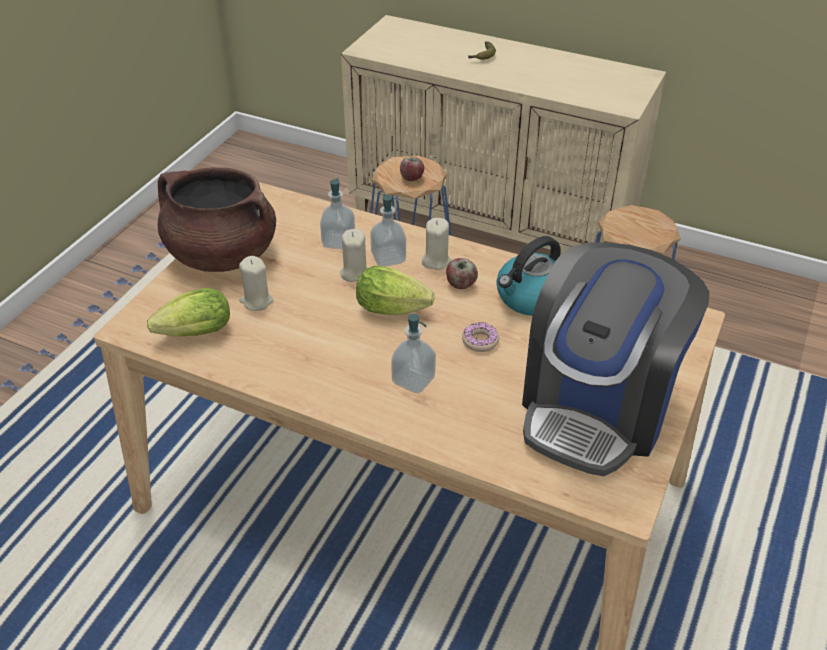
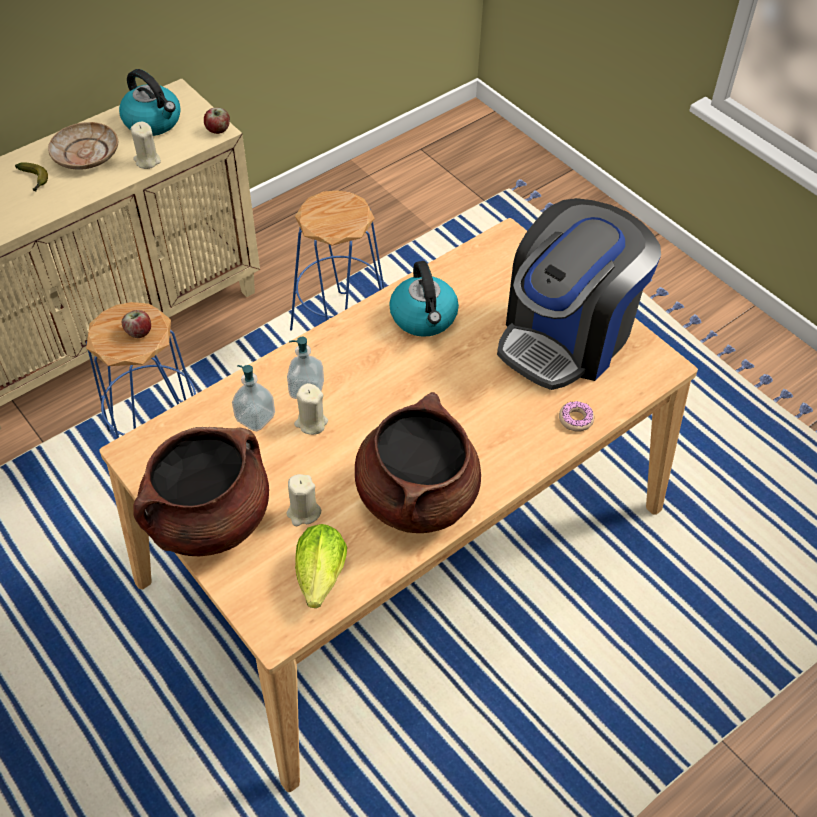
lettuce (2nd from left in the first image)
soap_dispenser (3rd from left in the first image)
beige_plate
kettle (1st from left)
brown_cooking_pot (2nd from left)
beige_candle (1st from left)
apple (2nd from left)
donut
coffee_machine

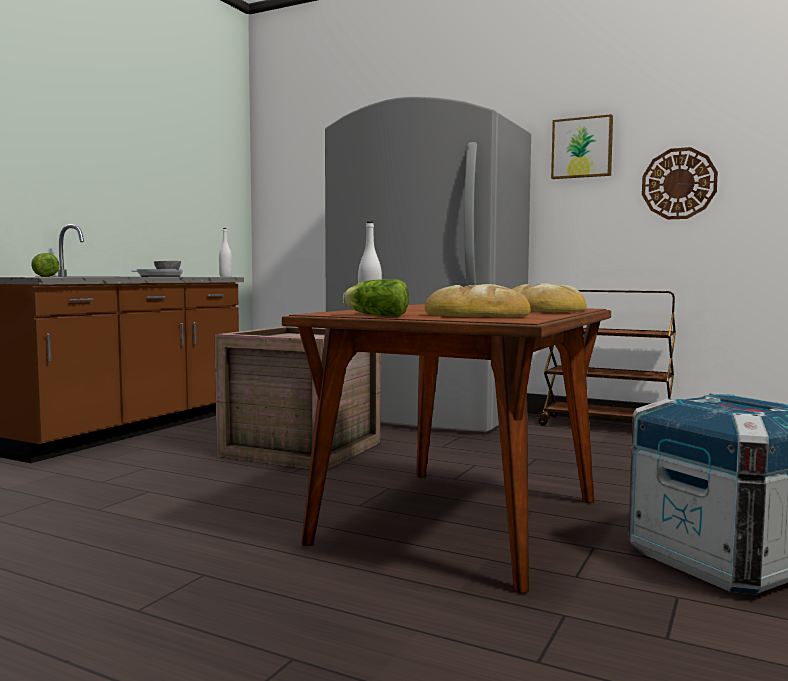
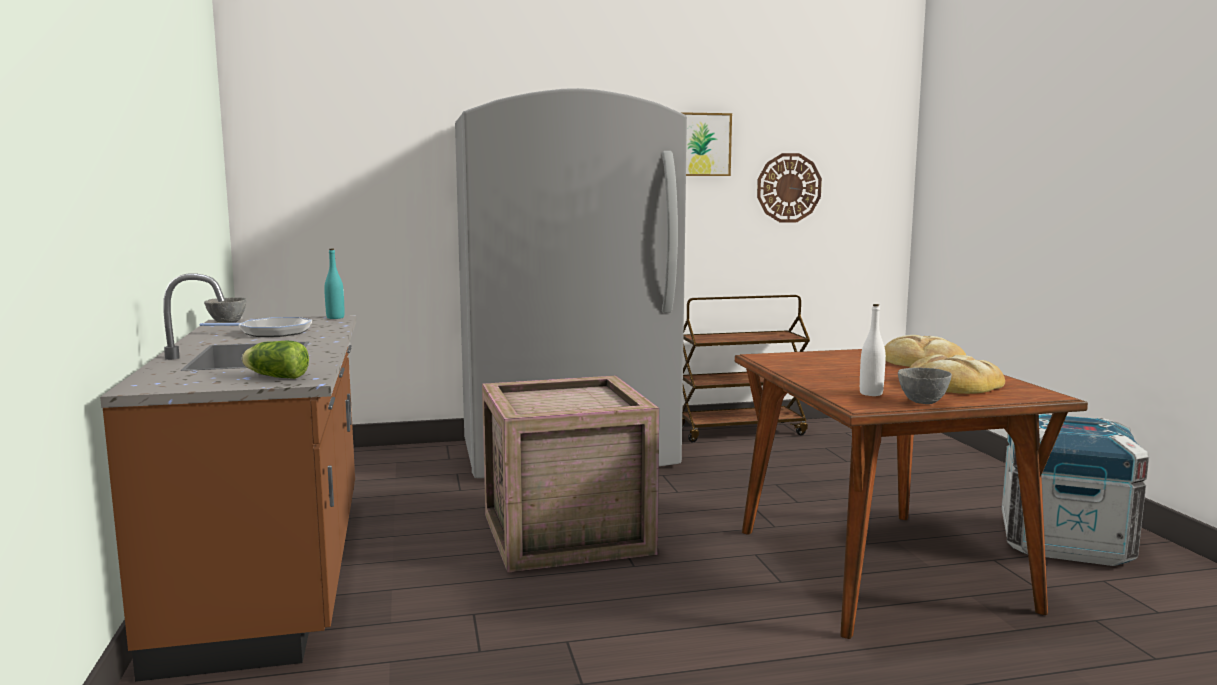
grey_bowl (2nd from left)
turquoise_bottle

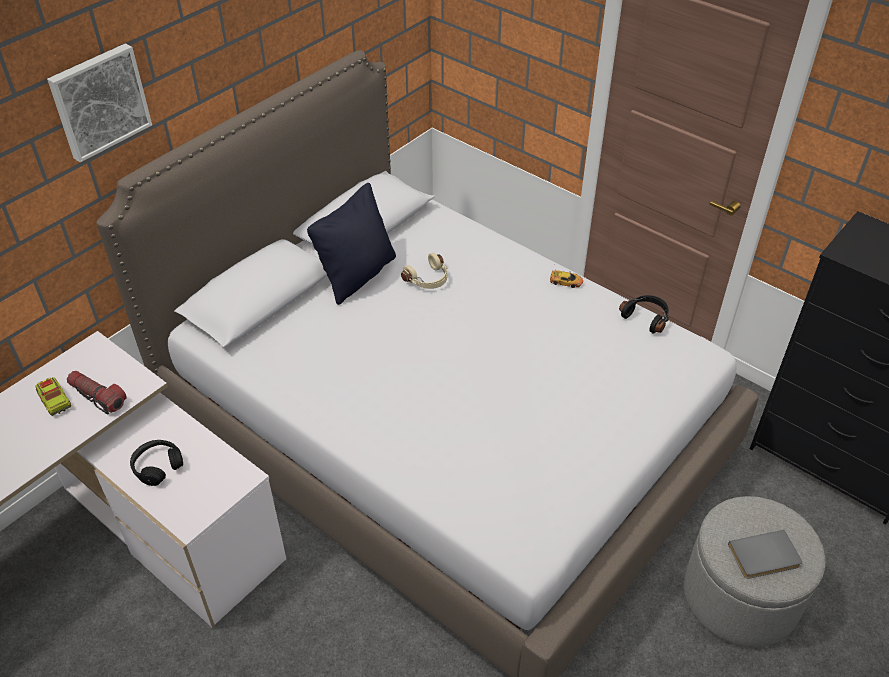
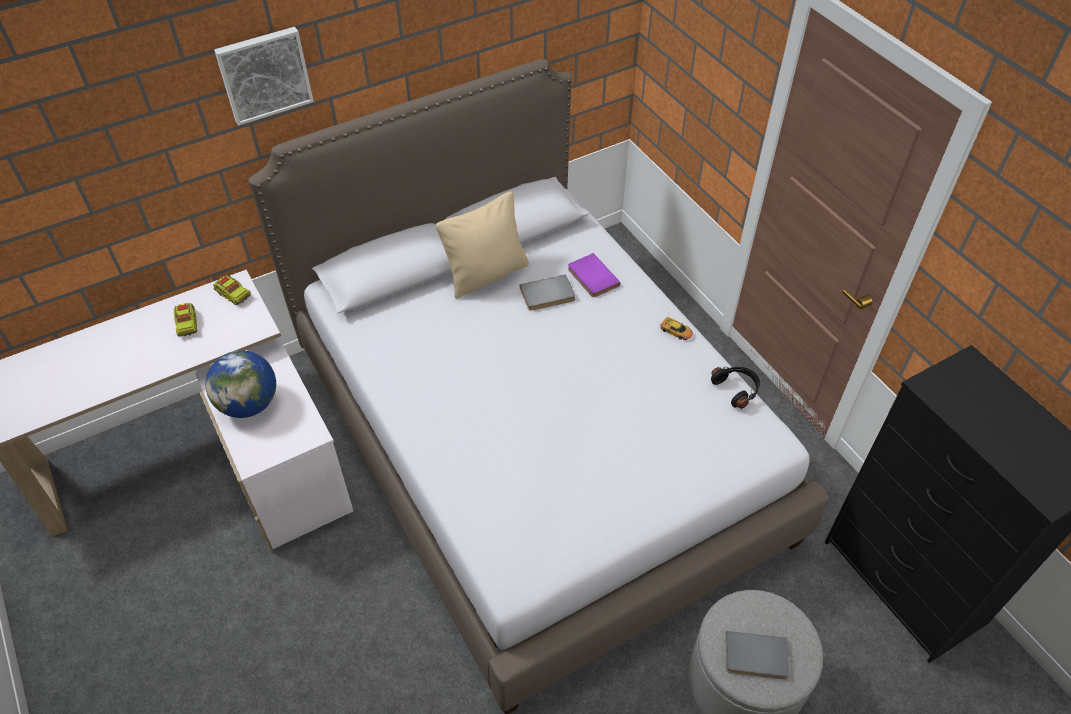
flashlight
toy_truck (2nd from left)
purple_book
globe
grey_book (1st from left)
beige_pillow

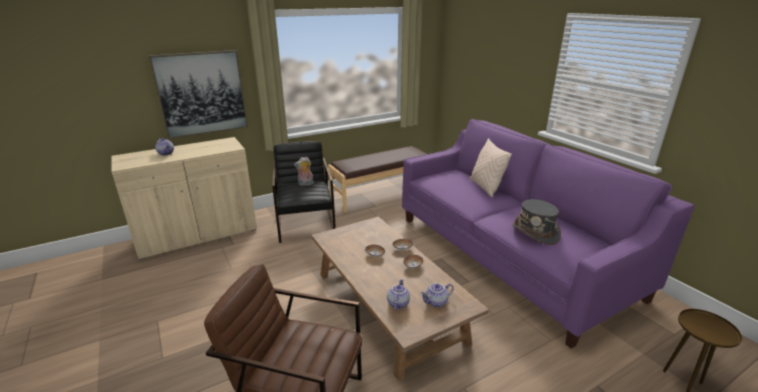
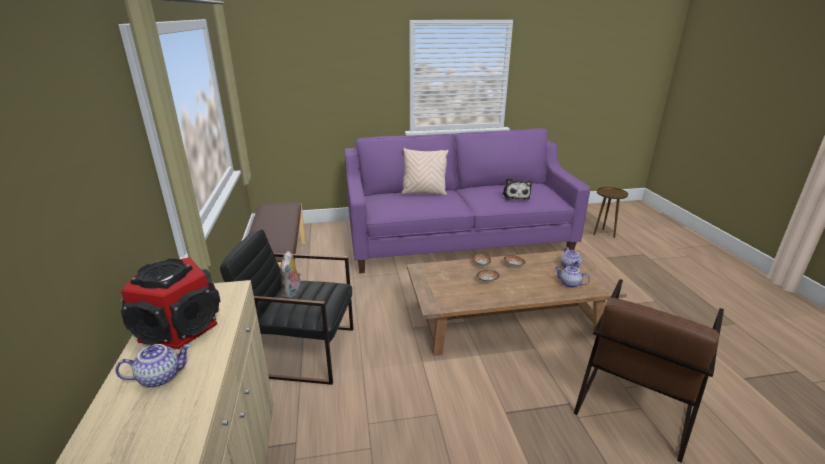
picture
speaker
plush_toy (2nd from left)

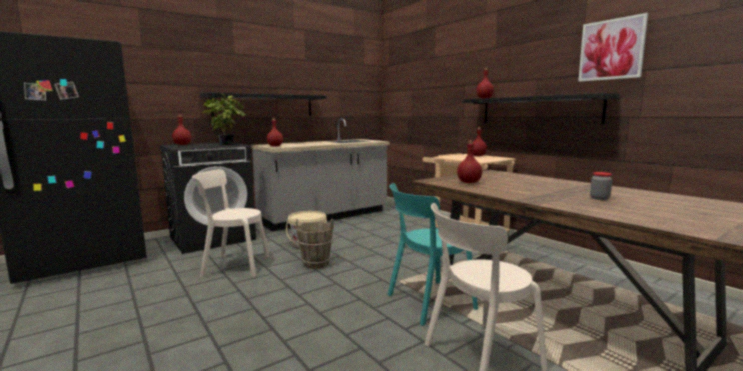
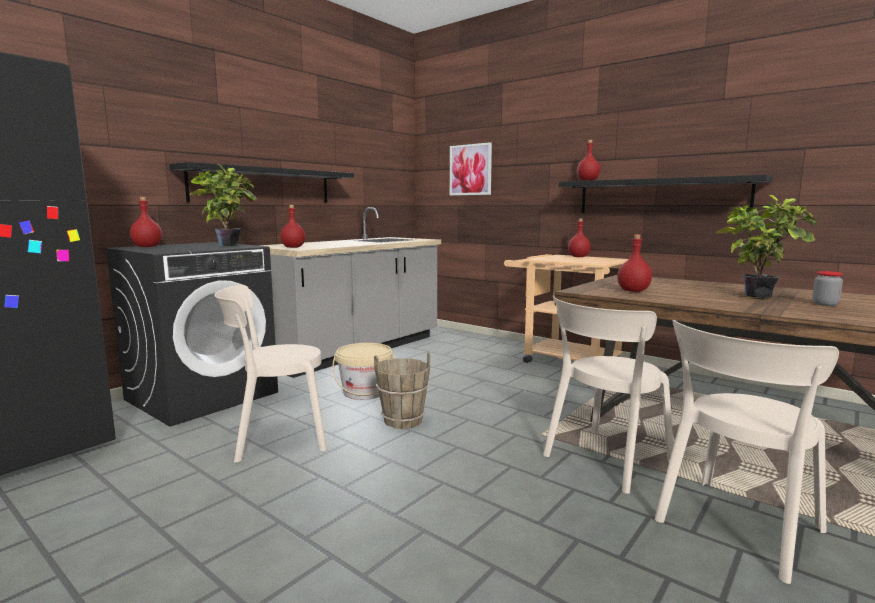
potted_plant (2nd from left)
picture
beige_chair (2nd from left)

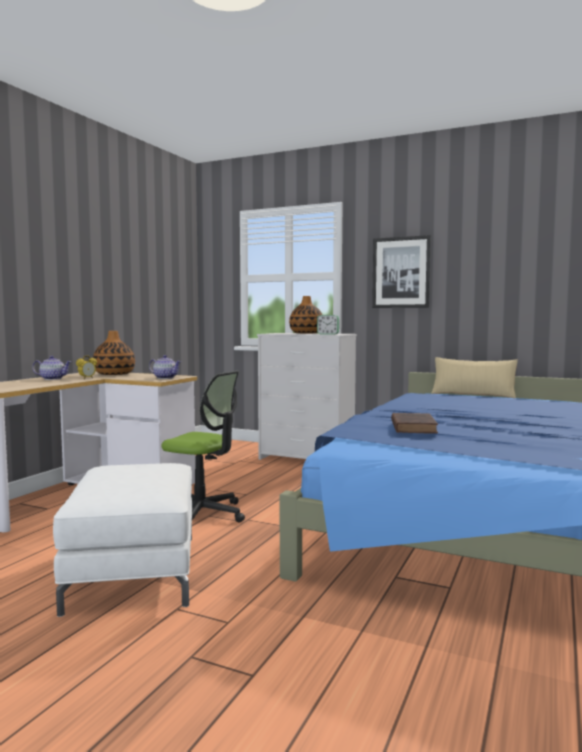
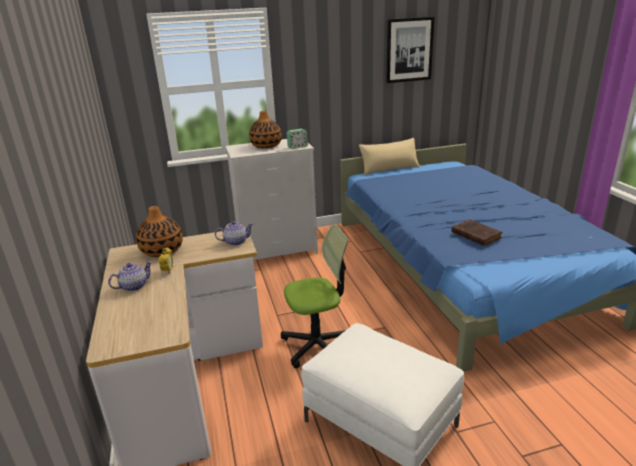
picture

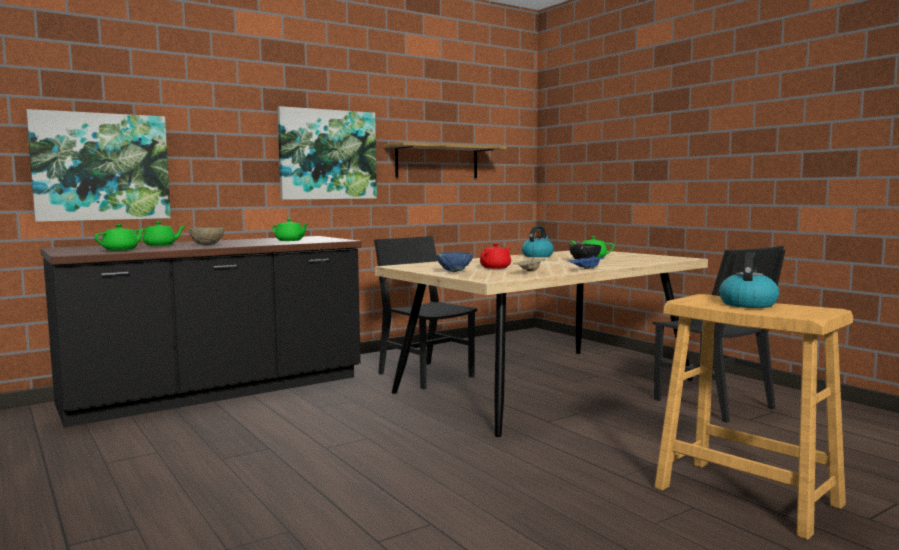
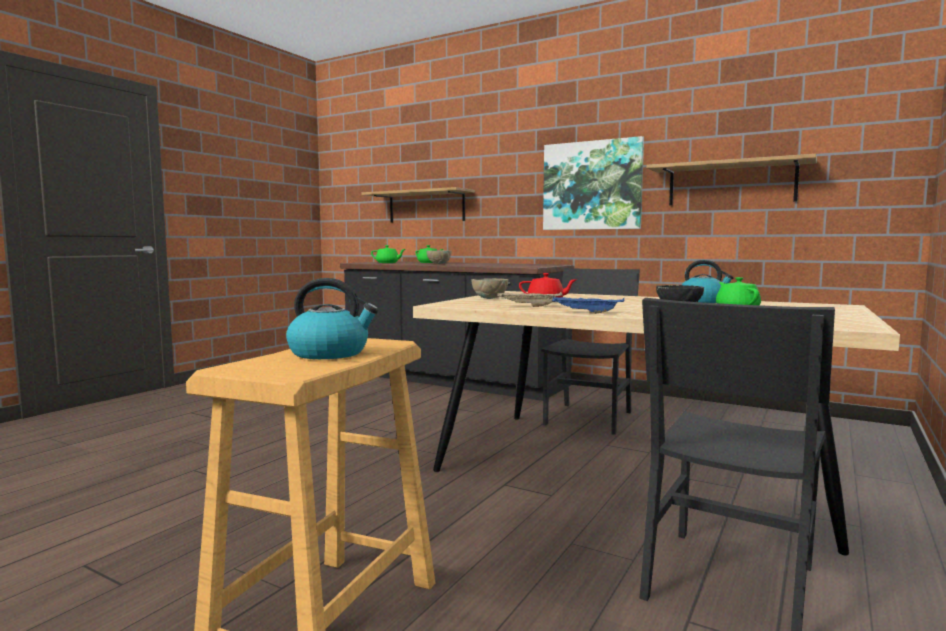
green_teapot (3rd from left in the first image)
shelf (1st from left)
beige_bowl (2nd from left)

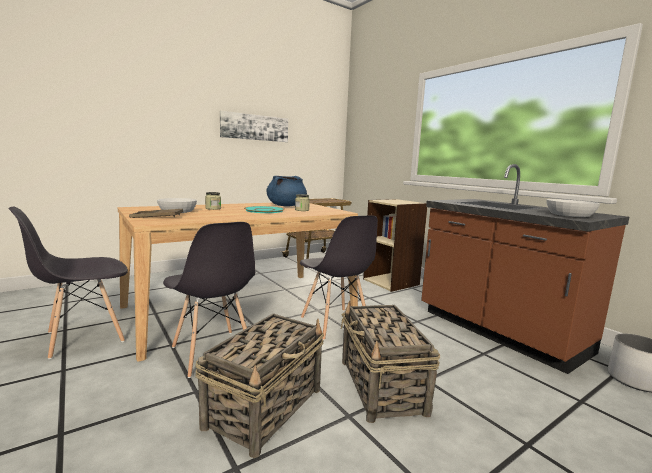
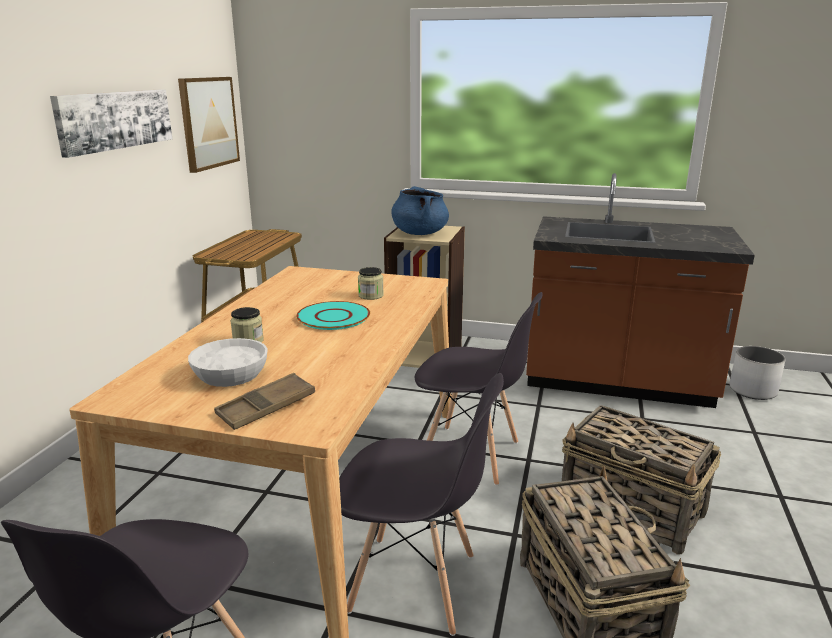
white_bowl (2nd from left in the first image)
picture (2nd from left)
blue_cooking_pot

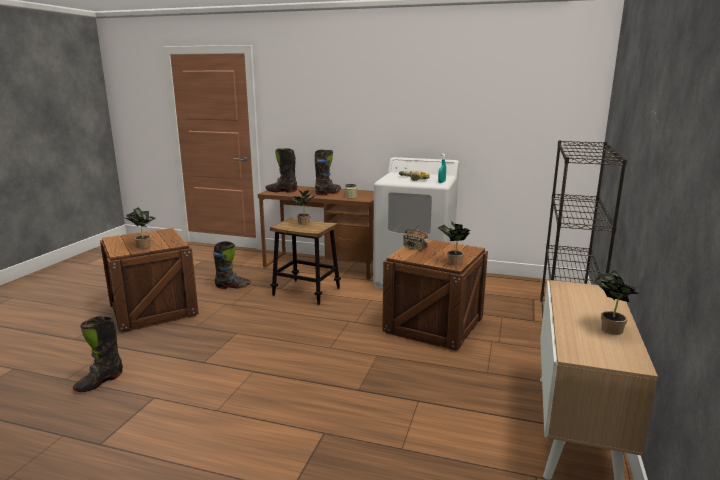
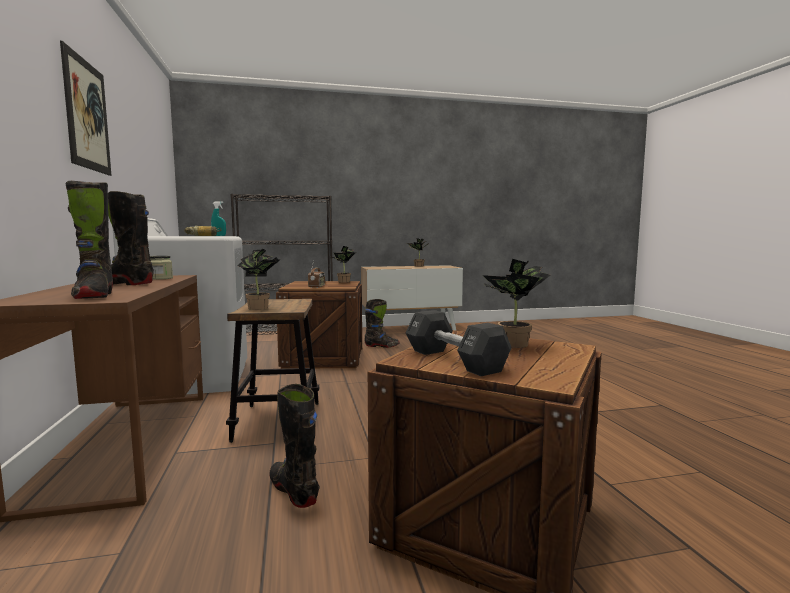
picture
black_dumbbell
black_boot (4th from left)

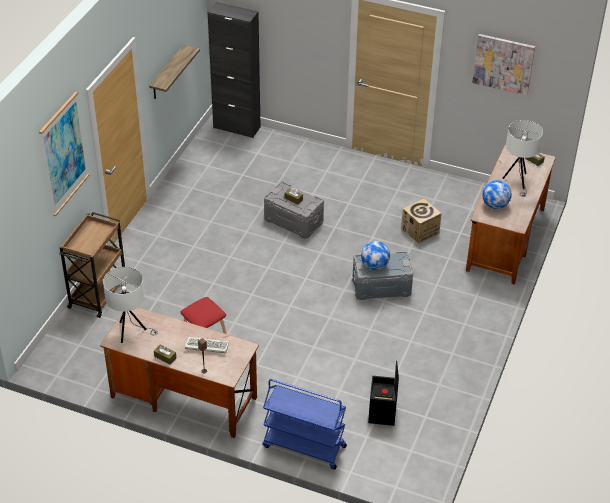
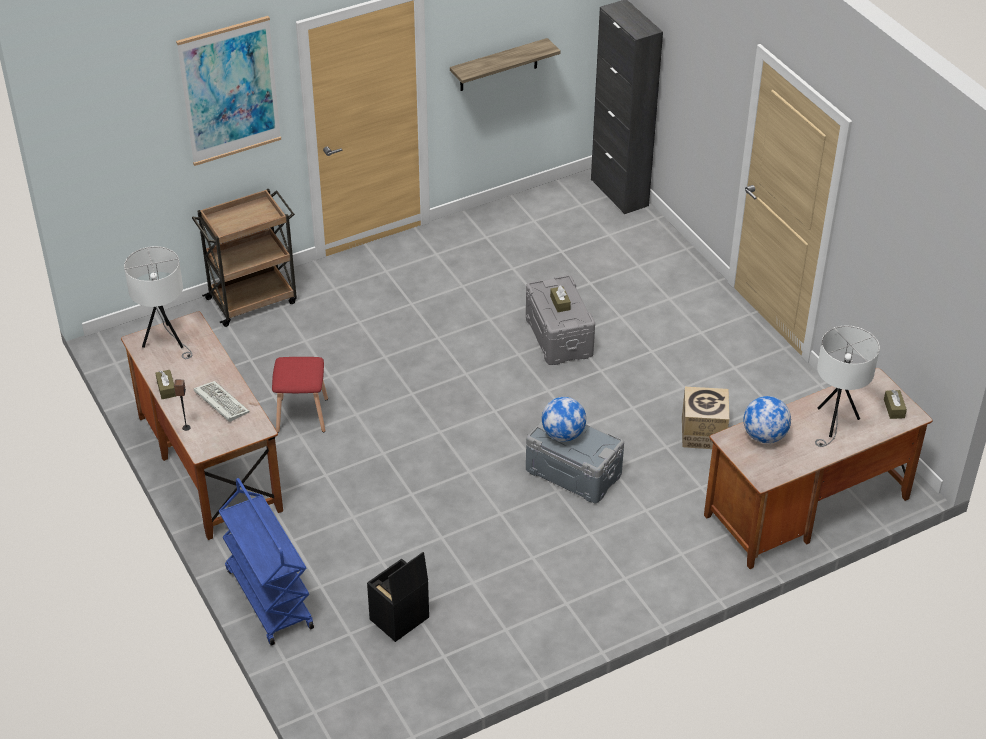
picture (2nd from left in the first image)

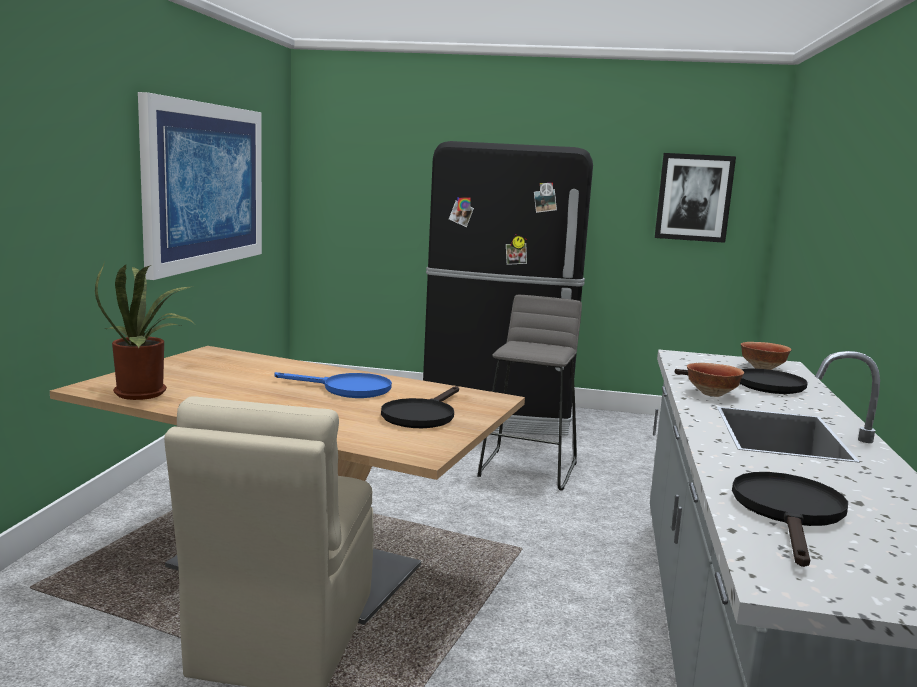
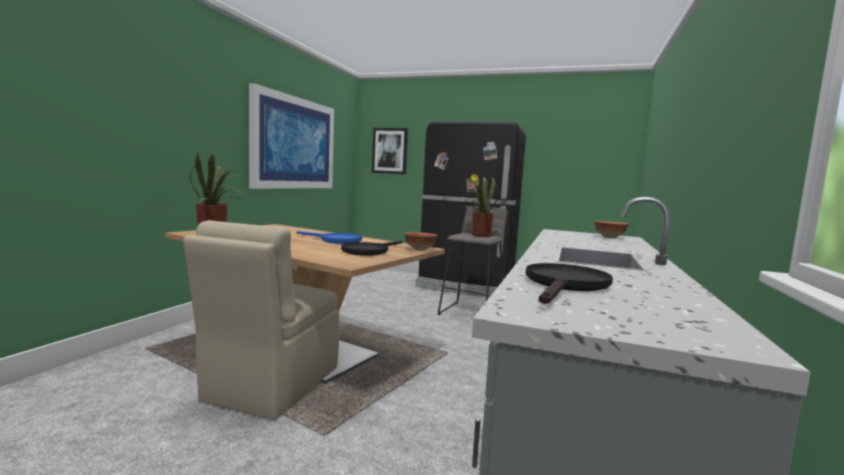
black_frying_pan (2nd from left in the first image)
potted_plant (2nd from left)
picture (2nd from left)
bowl (1st from left)

